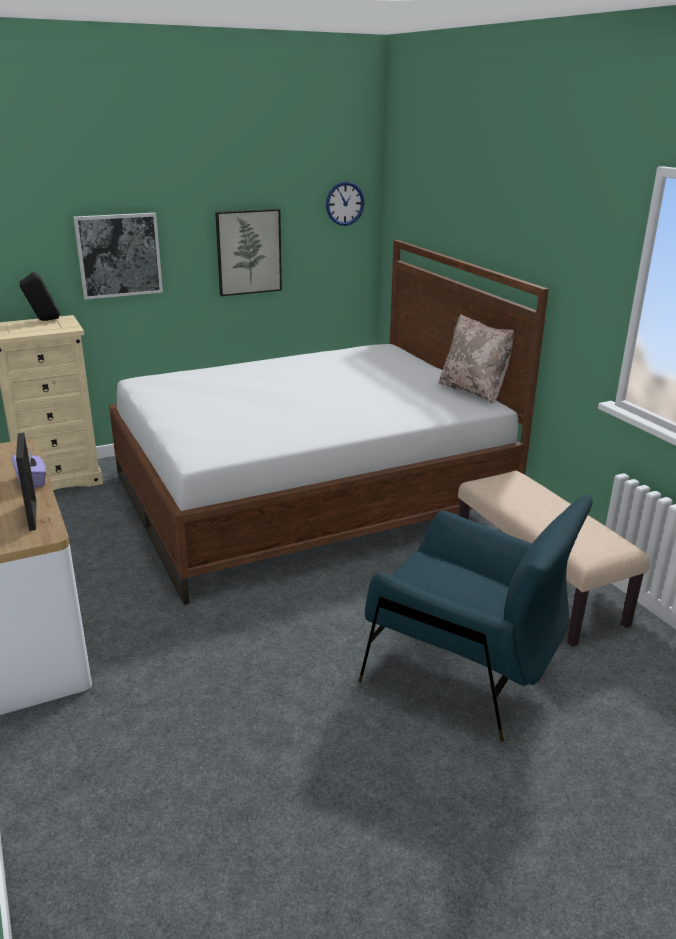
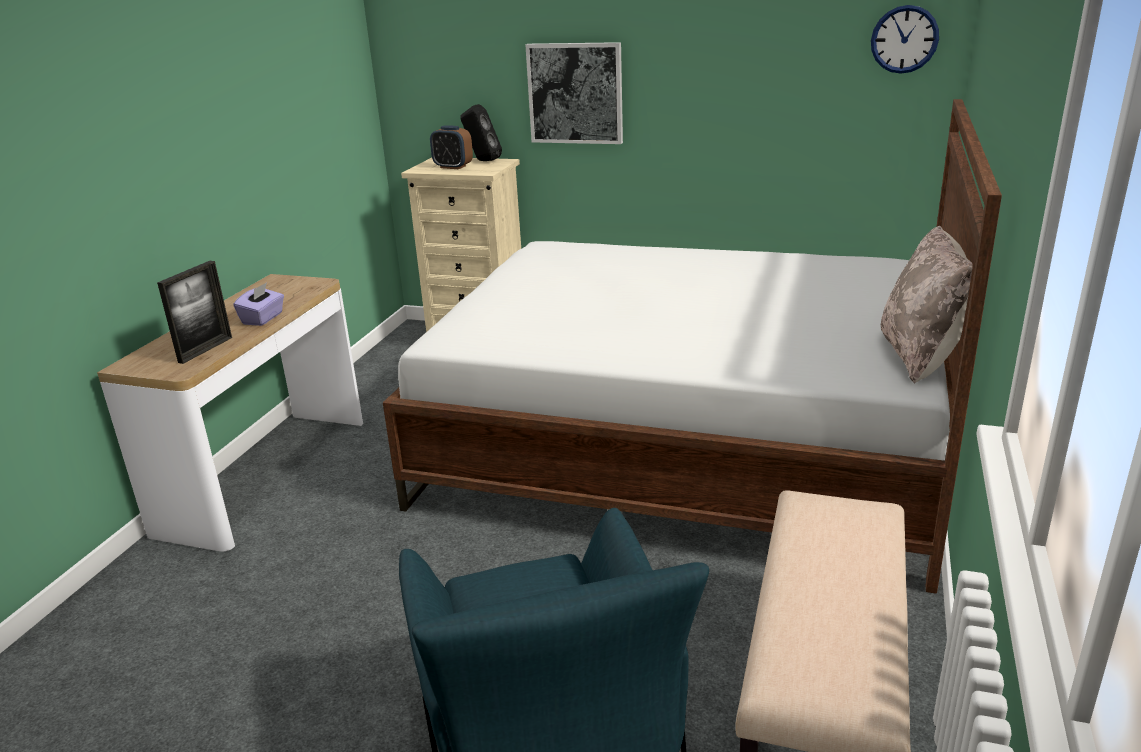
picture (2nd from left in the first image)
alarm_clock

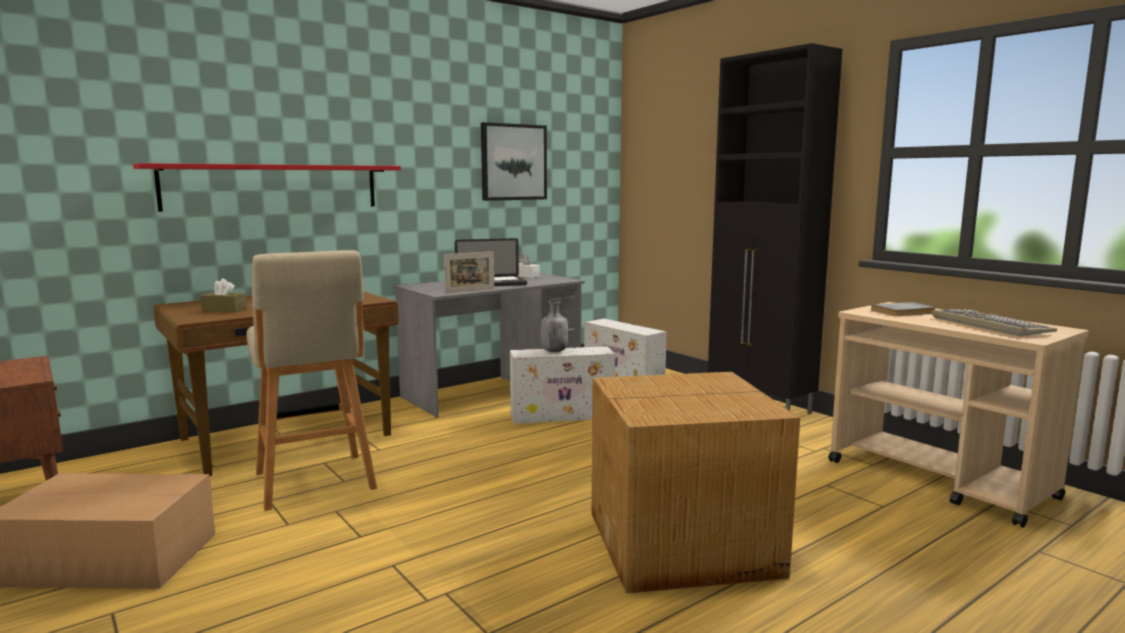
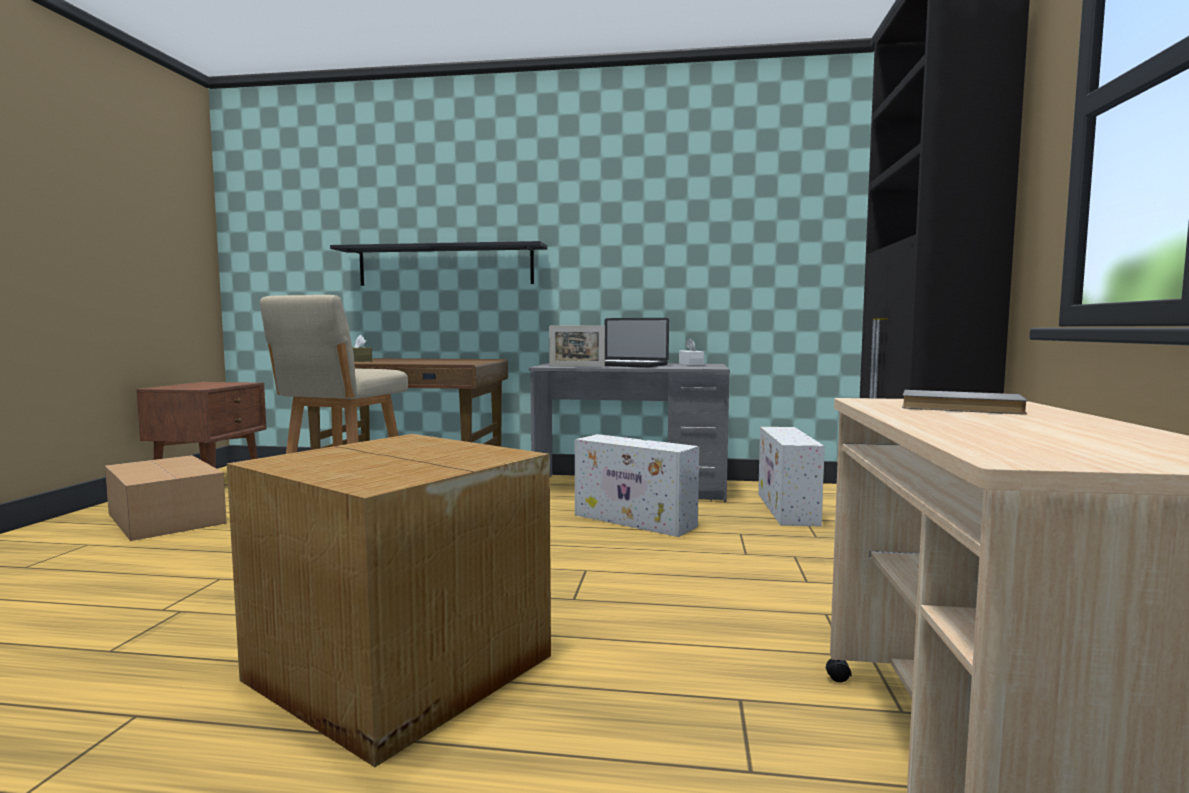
picture
grey_bottle
keyboard
black_shelf

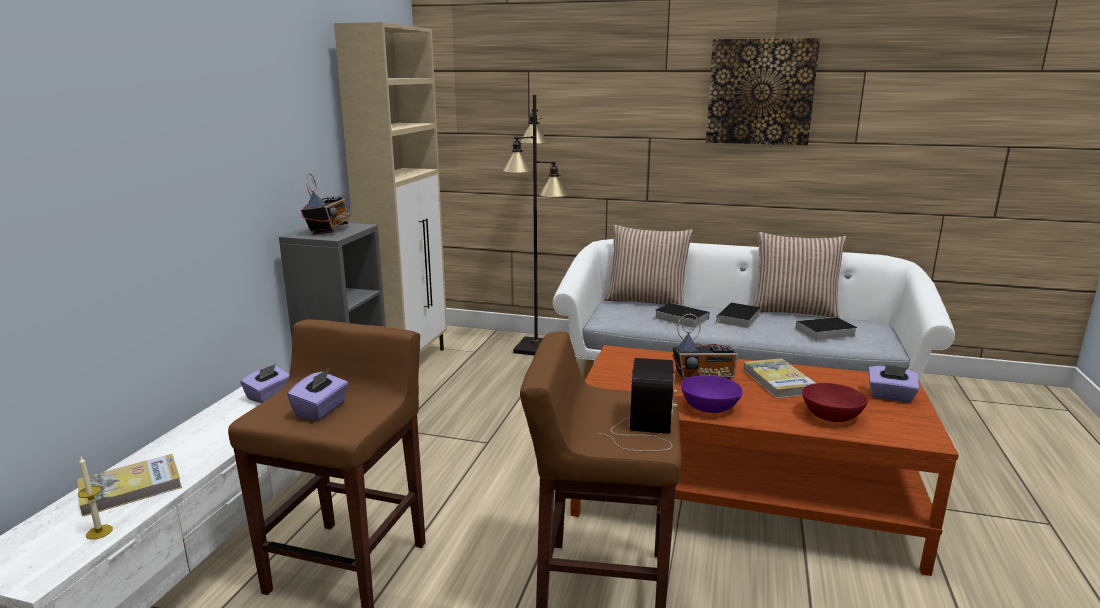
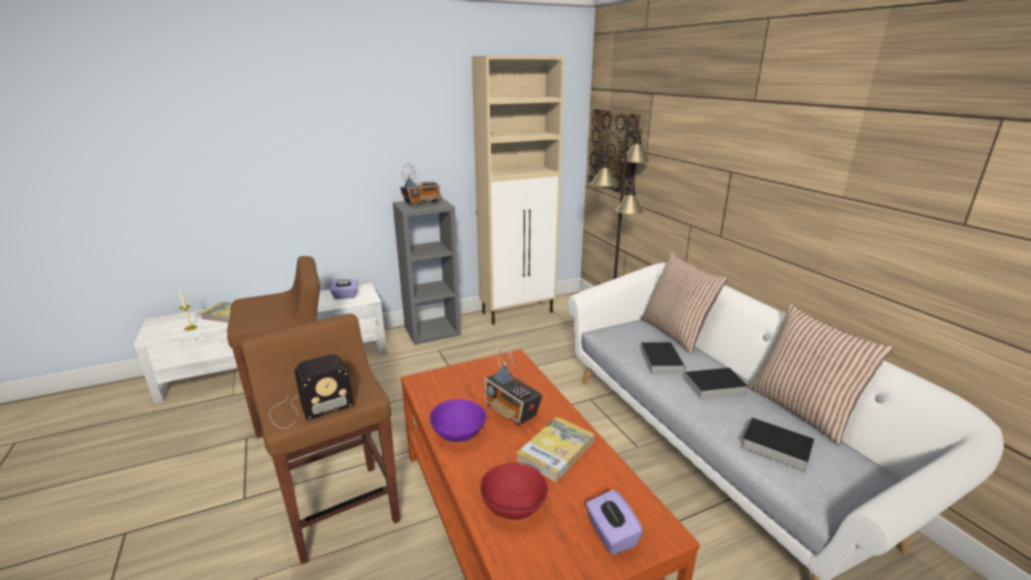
purple_tissue_box (2nd from left in the first image)
picture

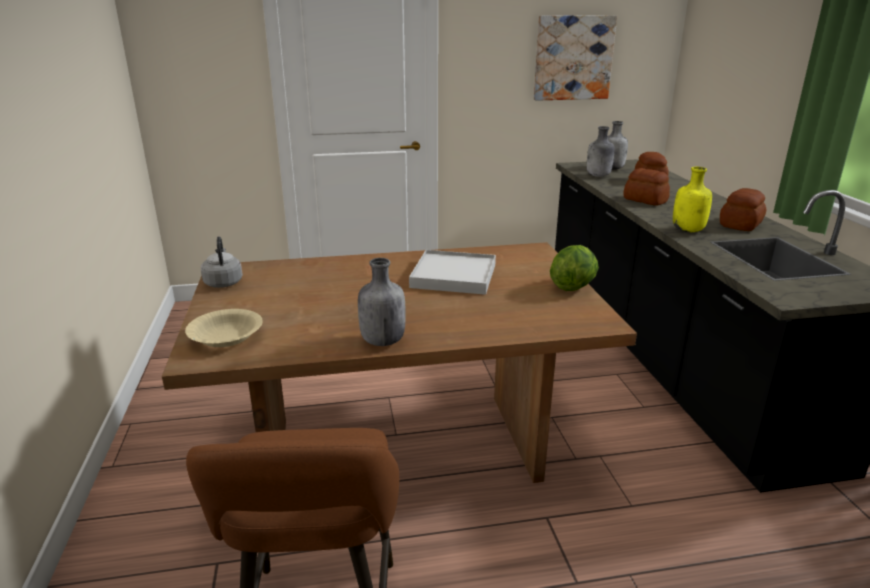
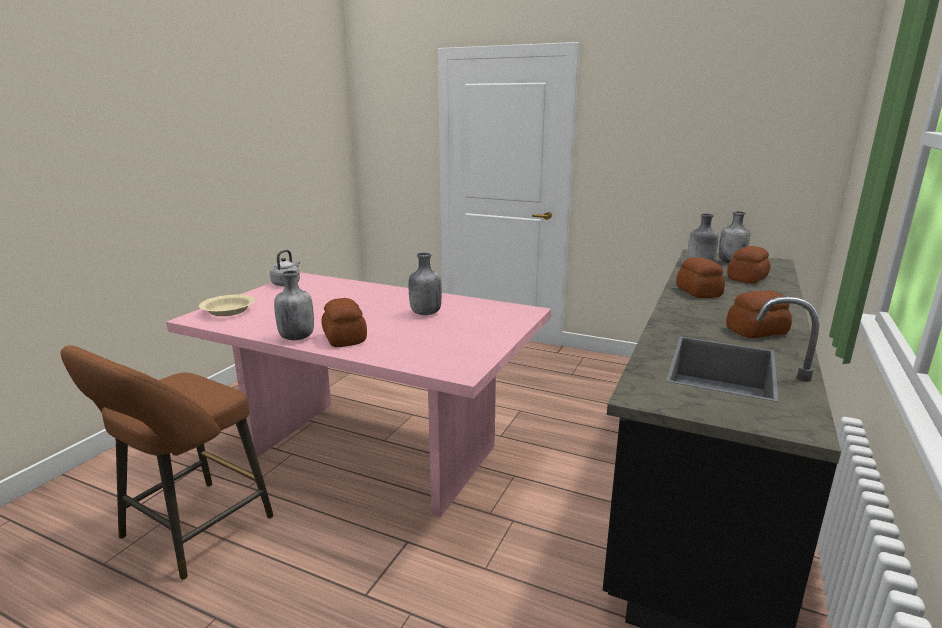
picture
lettuce
yellow_bottle
bread (1st from left)
grey_bottle (2nd from left)
pink_dining_table

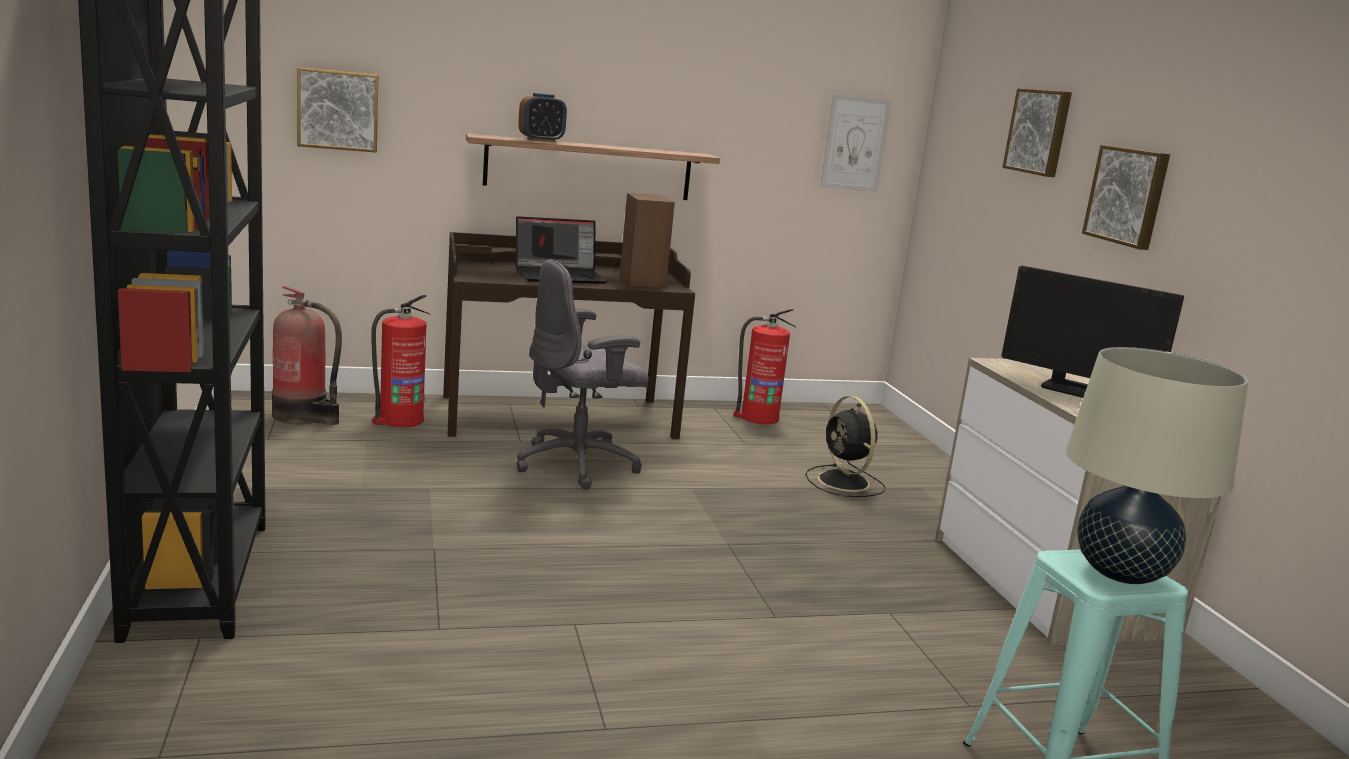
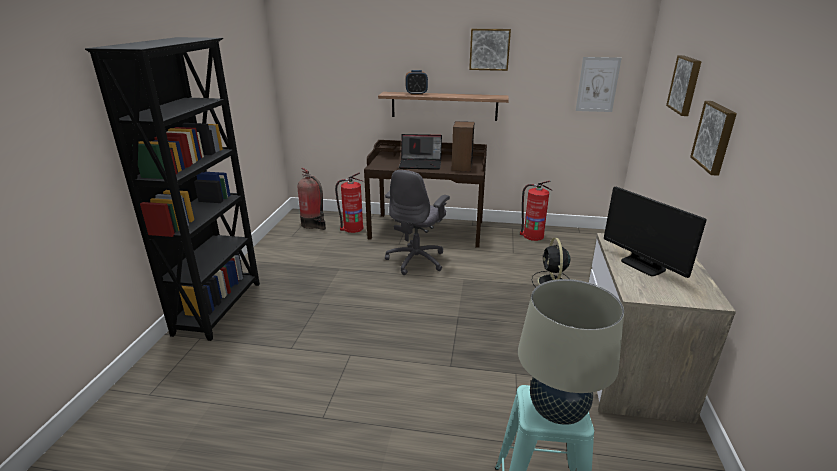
picture (1st from left)
grey_office_chair

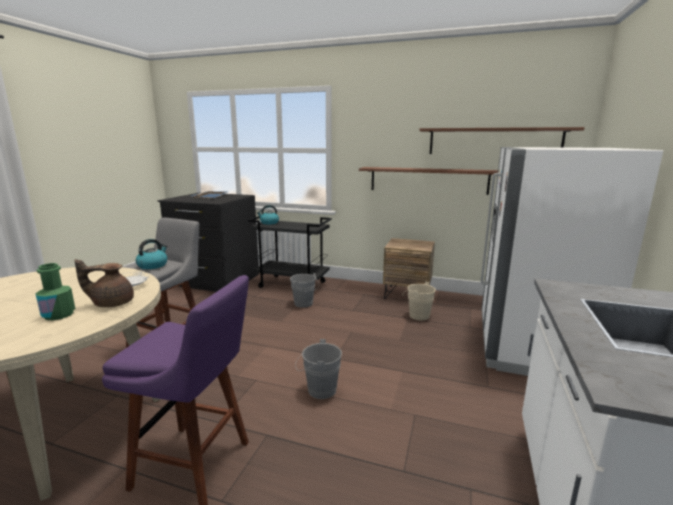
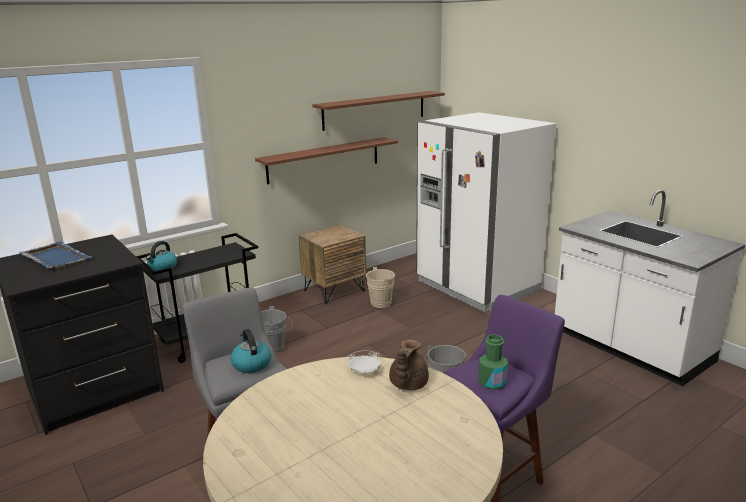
green_bottle

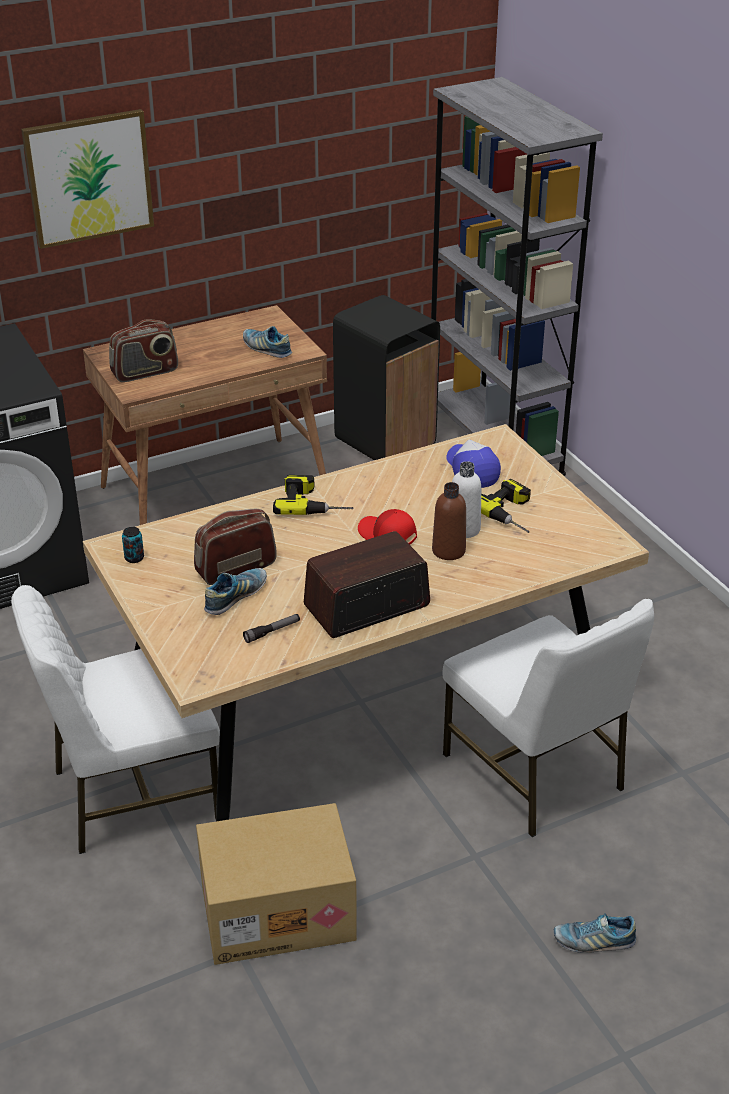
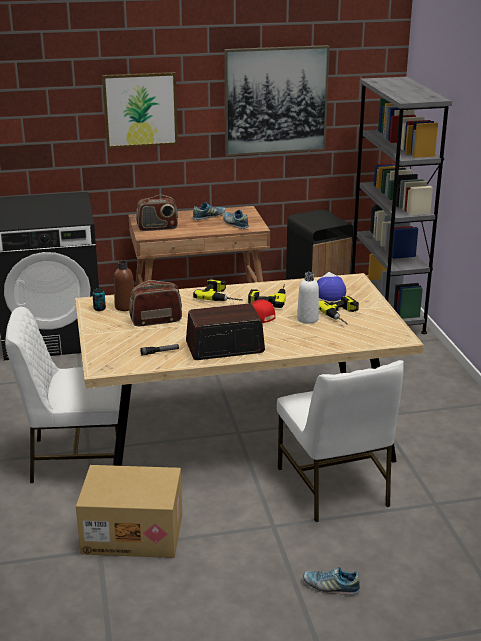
picture (2nd from left)
power_drill (2nd from left)
shoe (1st from left)
brown_bottle

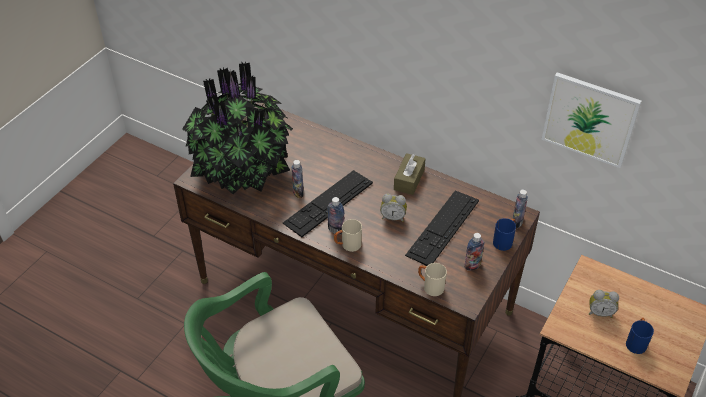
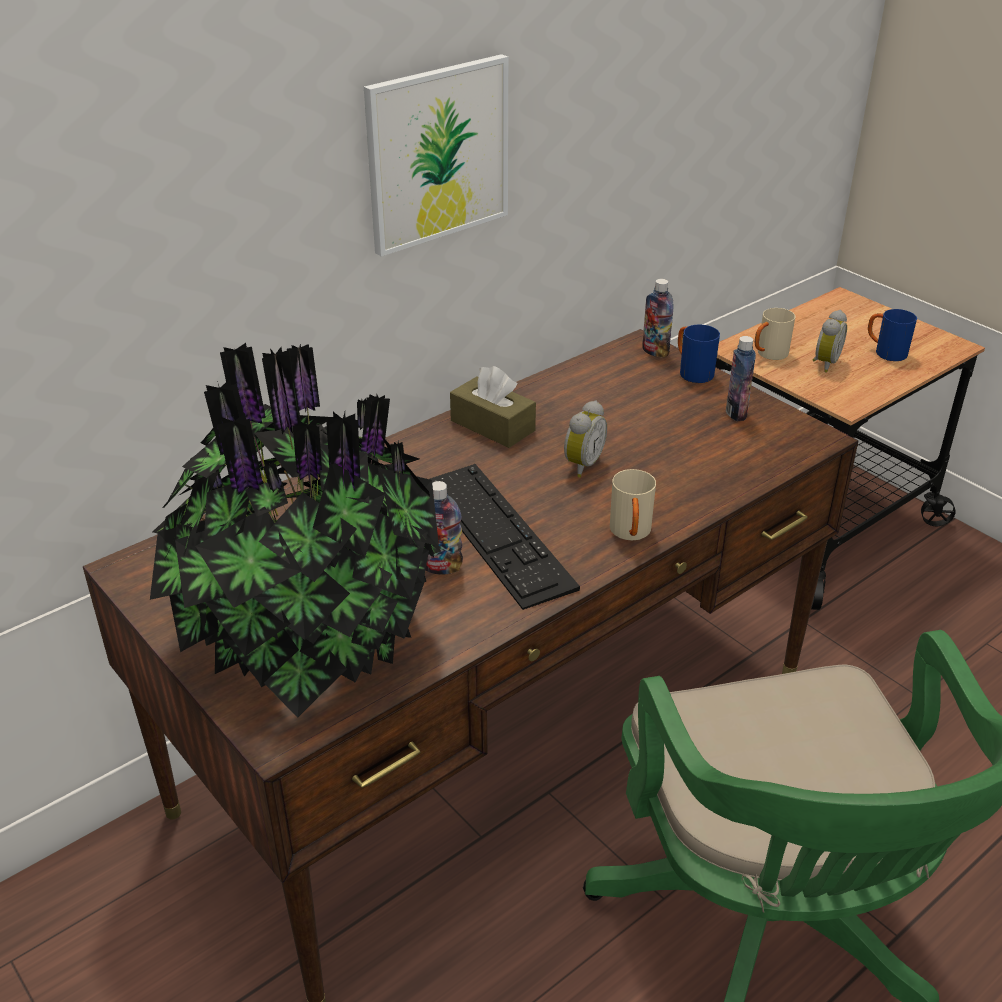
bottle (2nd from left in the first image)
keyboard (2nd from left in the first image)
beige_mug (2nd from left)
picture

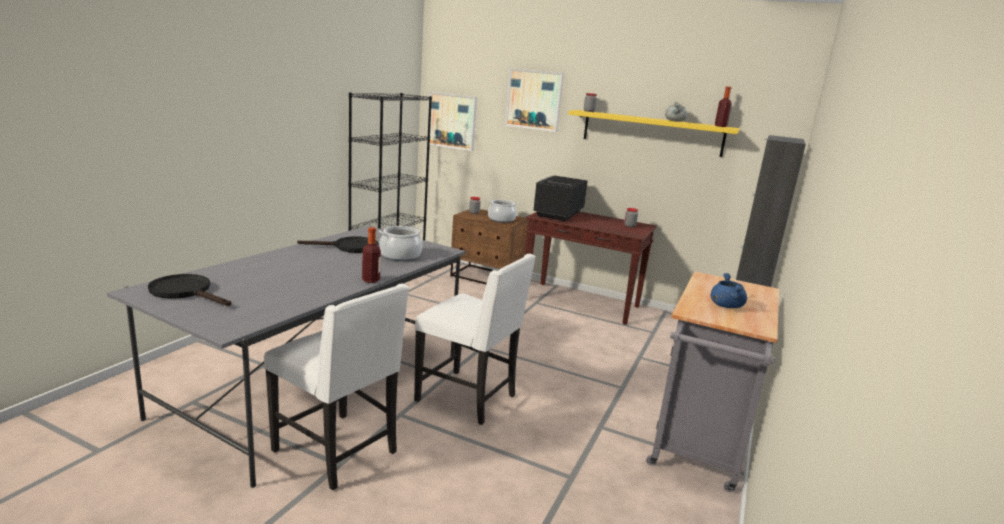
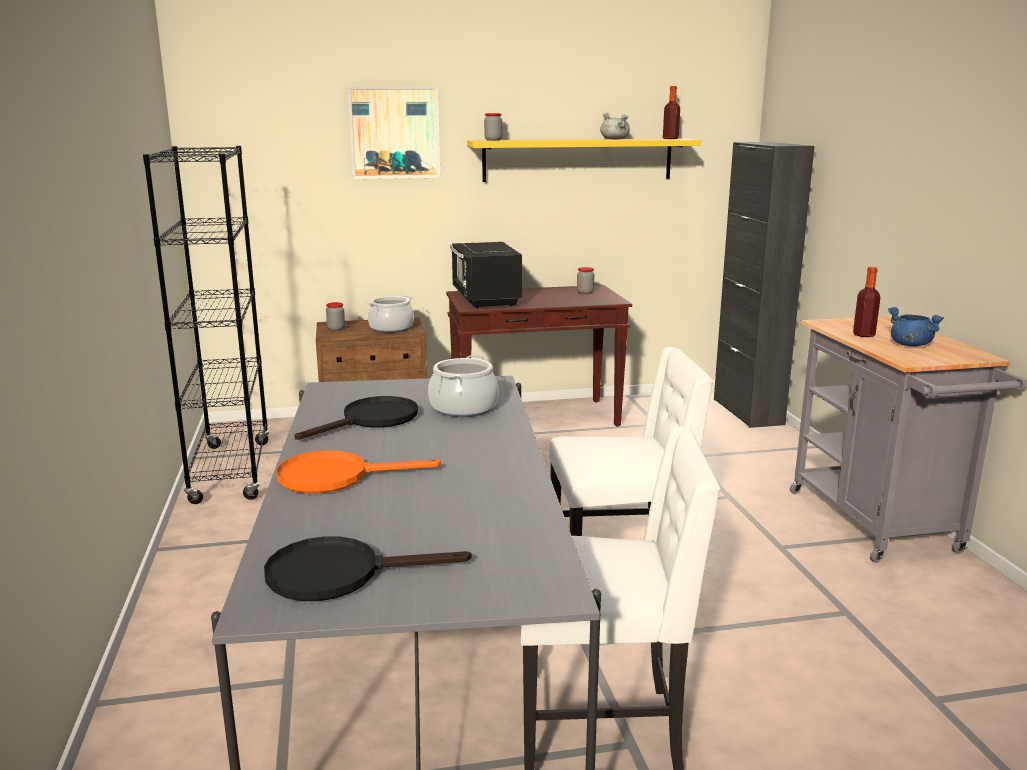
picture (1st from left in the first image)
orange_frying_pan
bottle (2nd from left)

